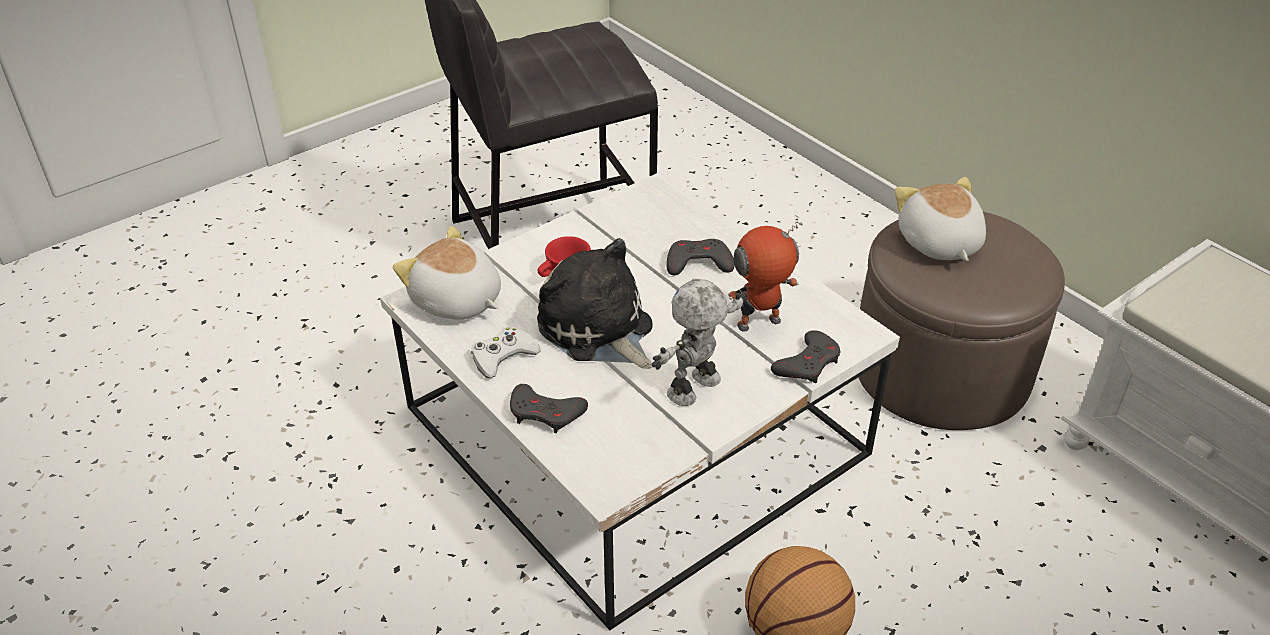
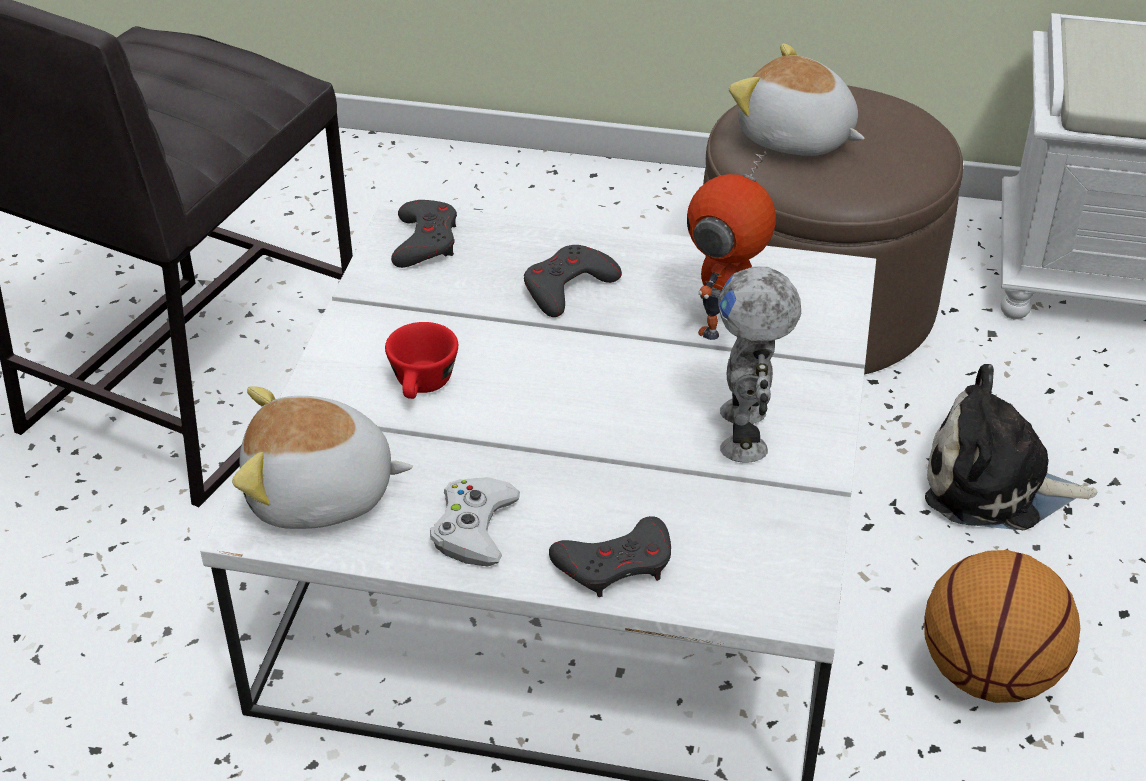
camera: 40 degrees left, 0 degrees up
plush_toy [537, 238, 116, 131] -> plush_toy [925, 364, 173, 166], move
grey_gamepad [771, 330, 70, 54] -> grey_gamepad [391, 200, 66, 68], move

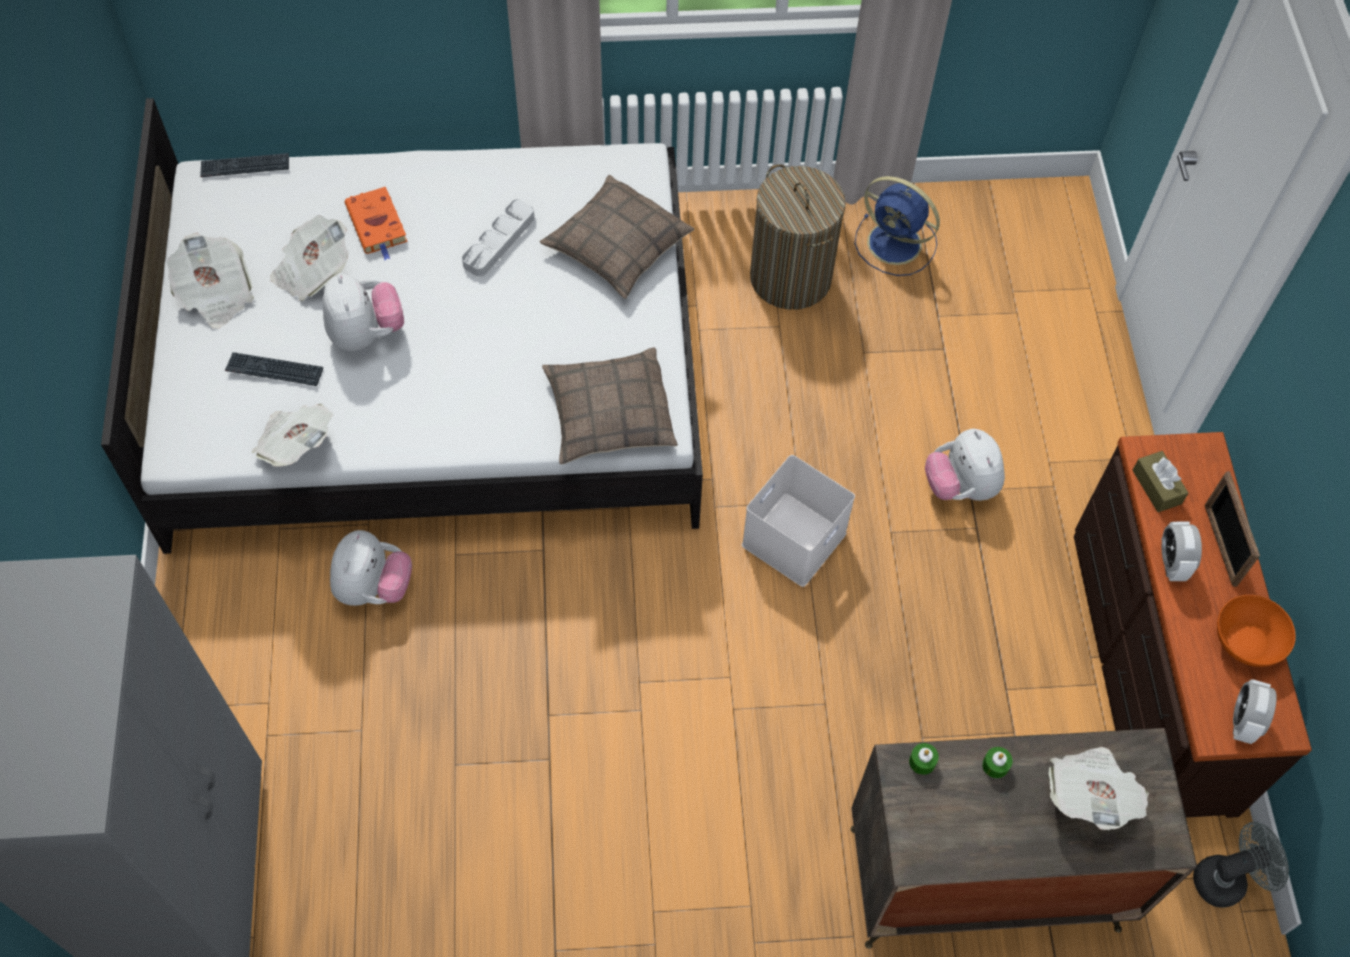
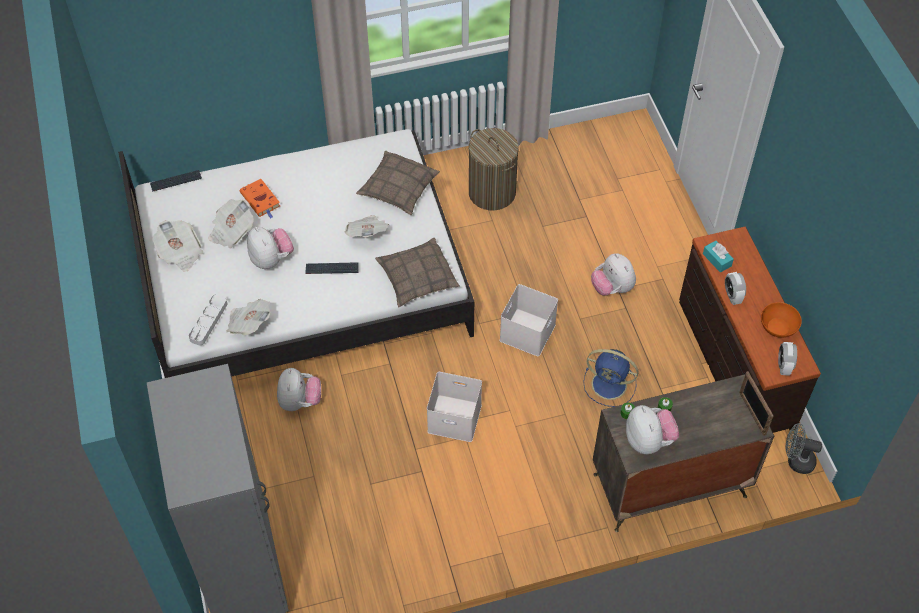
camera: 10 degrees left, 5 degrees down
none -> white_storage_container [427, 372, 55, 70]
none -> plush_toy [626, 405, 53, 49]
PC_keyboard [225, 352, 98, 34] -> PC_keyboard [305, 262, 54, 12], move
grey_serving_tray [462, 199, 72, 78] -> grey_serving_tray [189, 294, 39, 52], move
bluish_fan [854, 176, 86, 100] -> bluish_fan [583, 349, 56, 58], move
daily_paper [1049, 747, 100, 83] -> daily_paper [344, 215, 45, 23], move
standing_frame [1204, 471, 56, 116] -> standing_frame [739, 371, 34, 65], move
brown_box_of_tissues [1132, 451, 56, 61] -> turquoise-coloured_box_of_tissues [703, 241, 31, 32]
grey_fan [1193, 822, 96, 86] -> grey_fan [786, 423, 36, 51], 135 degrees counterclockwise

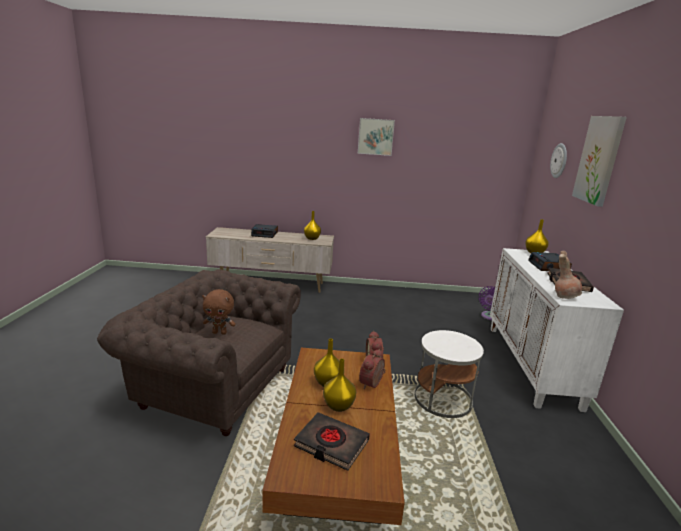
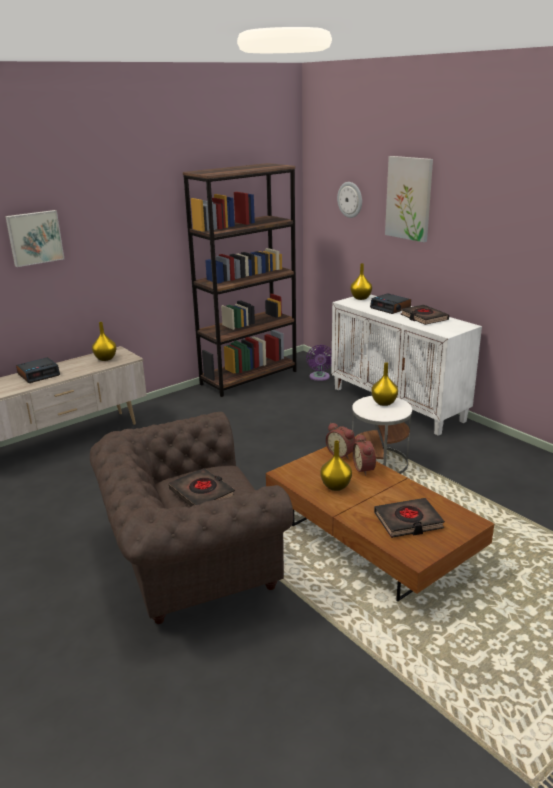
camera: 40 degrees left, 5 degrees up
brown_vase [555, 251, 27, 48] -> none
none -> brown_bookcase [183, 163, 114, 234]
yellow-coloured_vase [323, 359, 33, 53] -> yellow-coloured_vase [371, 363, 27, 43], move
wall_art [358, 118, 37, 38] -> wall_art [5, 210, 59, 57], move
brown_plush_toy [202, 289, 34, 46] -> black-coloured_book [169, 468, 66, 38]

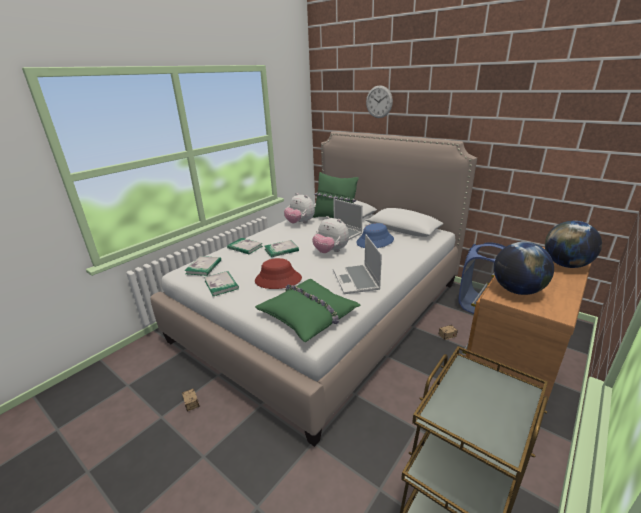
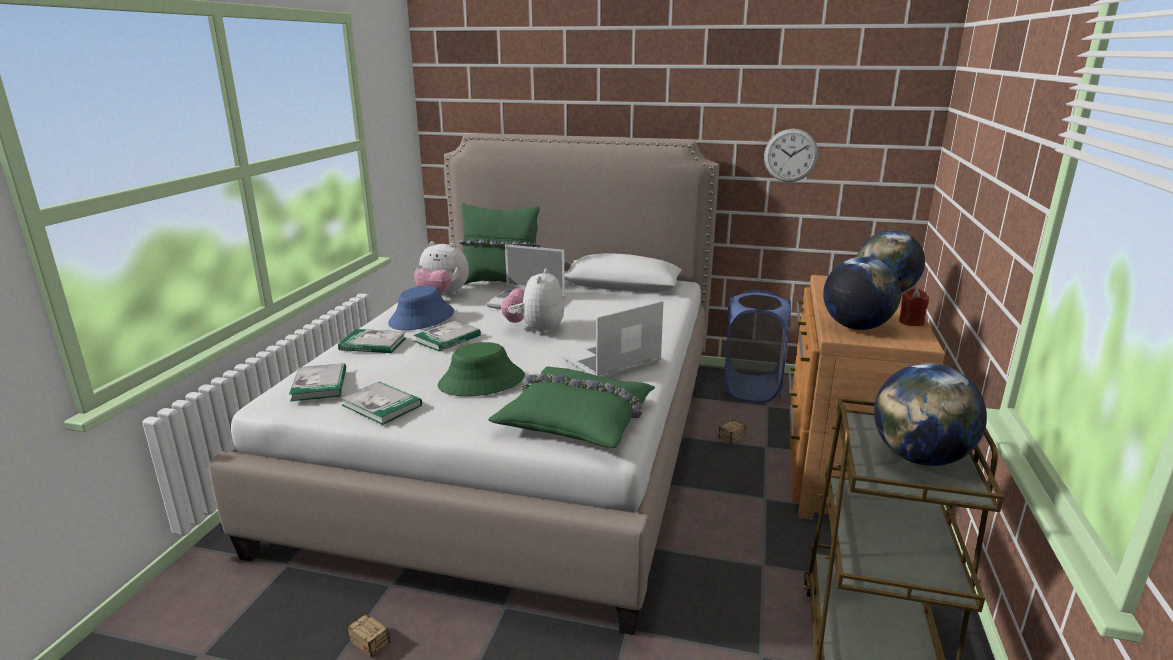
camera: 25 degrees left, 5 degrees down
none -> world_globe [874, 363, 113, 103]
none -> reddish_wax_light [899, 288, 30, 38]
bluish_clothing_hat [356, 223, 38, 25] -> bluish_clothing_hat [388, 286, 66, 44], move
wall_clock [366, 85, 27, 33] -> wall_clock [764, 129, 54, 53], move
reddish_clothing_hat [255, 258, 47, 31] -> green-coloured_clothing_hat [438, 342, 87, 54]
plush_toy [312, 216, 37, 37] -> plush_toy [501, 268, 63, 67], 90 degrees clockwise
laptop [333, 234, 49, 60] -> laptop [563, 300, 101, 78], 90 degrees clockwise

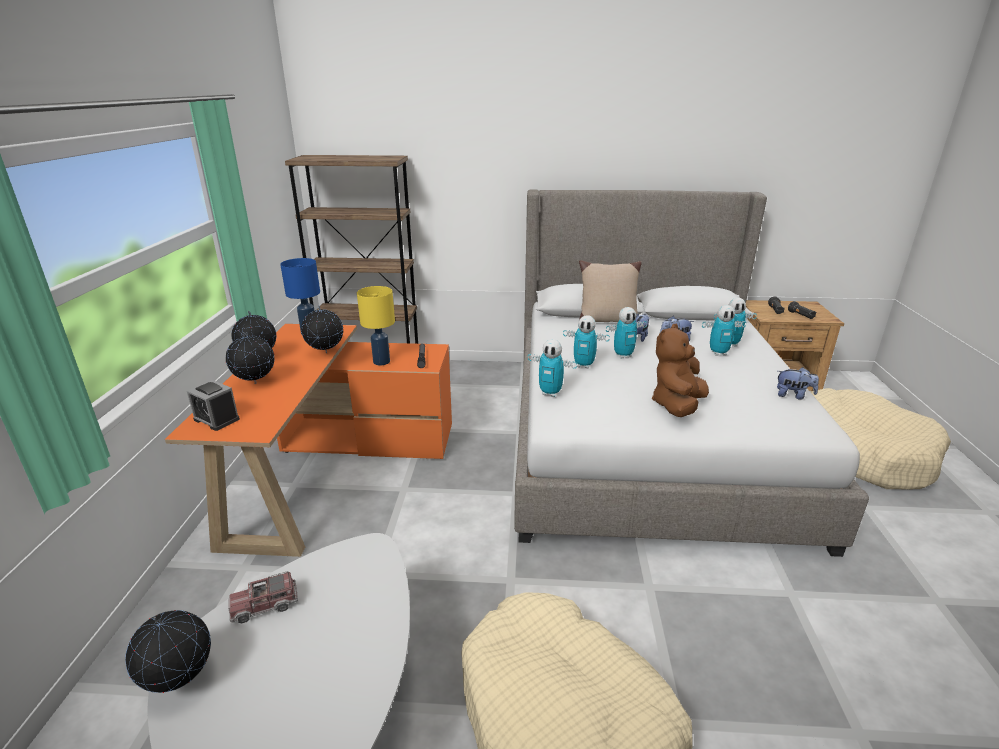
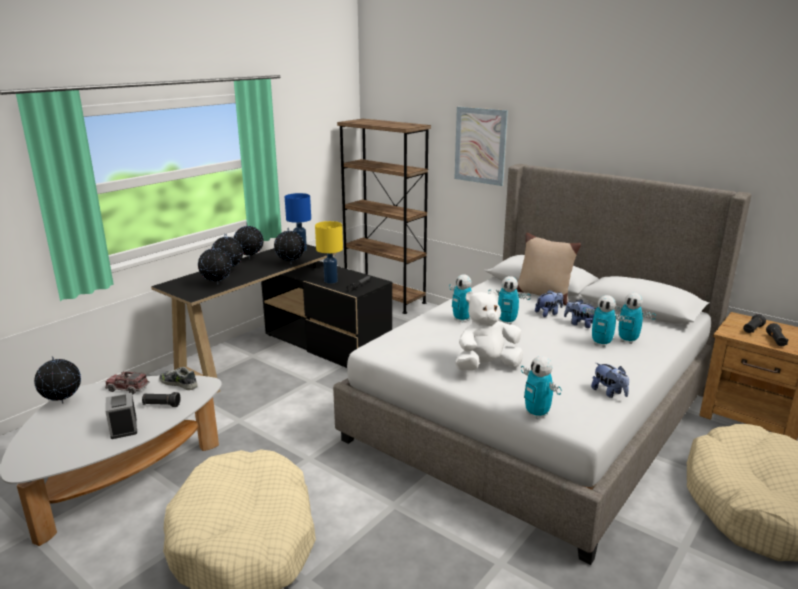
camera: 35 degrees right, 5 degrees down
none -> black-coloured_hand_torch [142, 392, 38, 15]
none -> shoe [159, 367, 39, 23]
none -> world_globe [198, 245, 34, 40]
none -> wall_art [454, 107, 54, 79]
alarm_clock [187, 380, 53, 51] -> alarm_clock [105, 393, 32, 46], move
model_robot [528, 339, 49, 58] -> model_robot [521, 356, 41, 63], move
orangey_desk_unit [165, 324, 287, 233] -> black-coloured_desk_unit [151, 245, 241, 148]
brown_plush_toy [652, 324, 57, 93] -> white_plush_toy [455, 290, 68, 80]

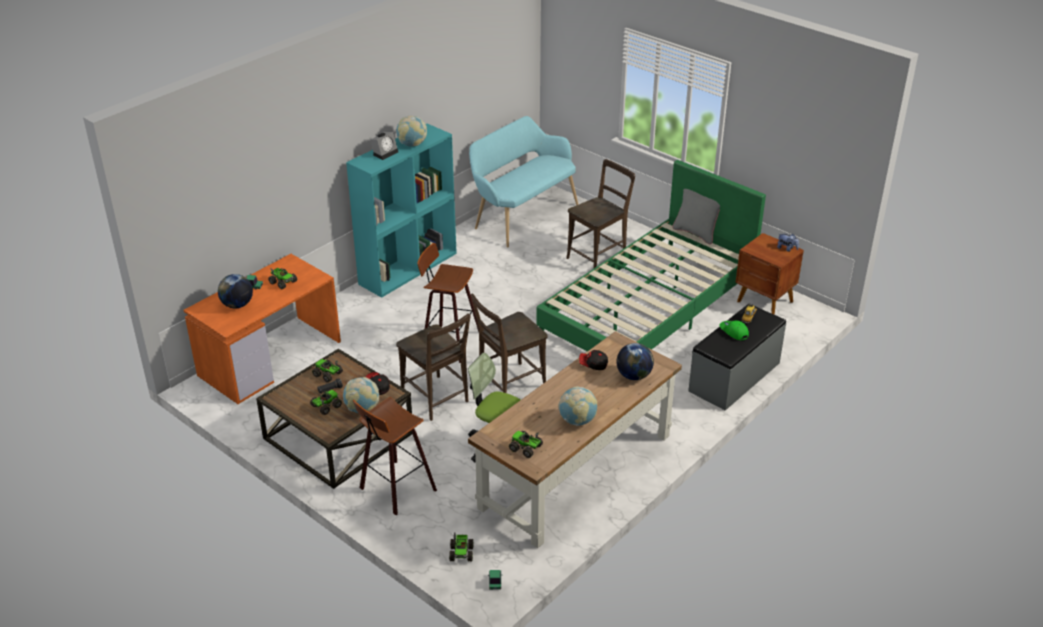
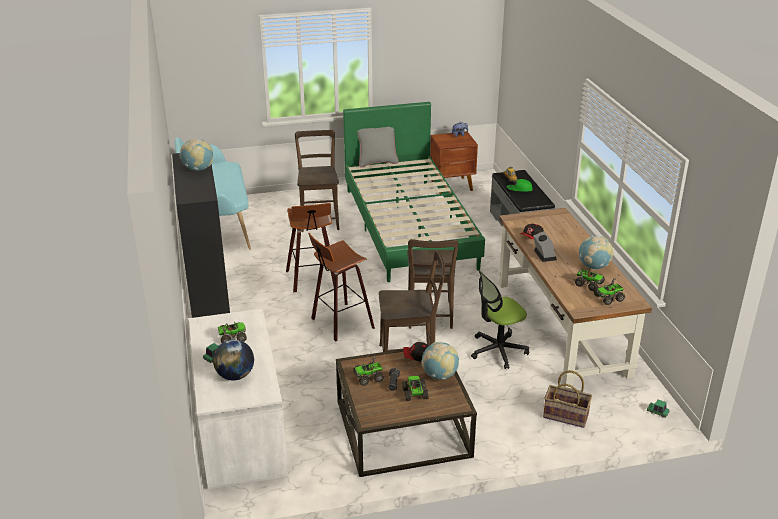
camera: 55 degrees left, 5 degrees down
world_globe [616, 343, 38, 37] -> none
none -> household_basket [543, 370, 49, 58]
stool_seat [353, 397, 84, 118] -> stool_seat [286, 203, 49, 89], move
alarm_clock [370, 132, 28, 28] -> alarm_clock [533, 231, 24, 31], move
model_truck [449, 532, 25, 30] -> model_truck [575, 269, 30, 22], move
orangey_desk_unit [184, 254, 157, 150] -> white_desk_unit [189, 309, 99, 181]
turquoise-coloured_bookcase [346, 124, 111, 174] -> black-coloured_bookcase [172, 153, 58, 165]

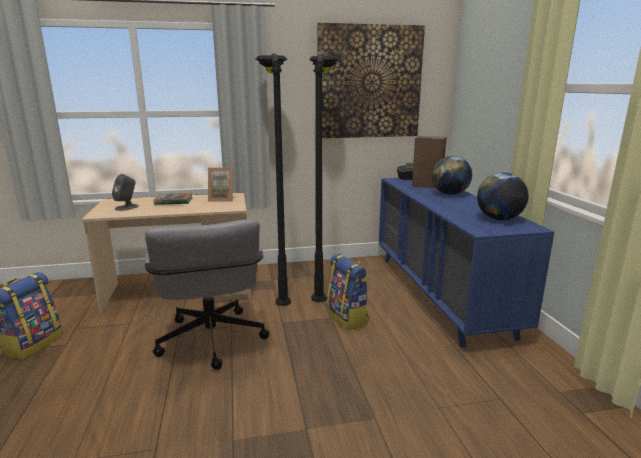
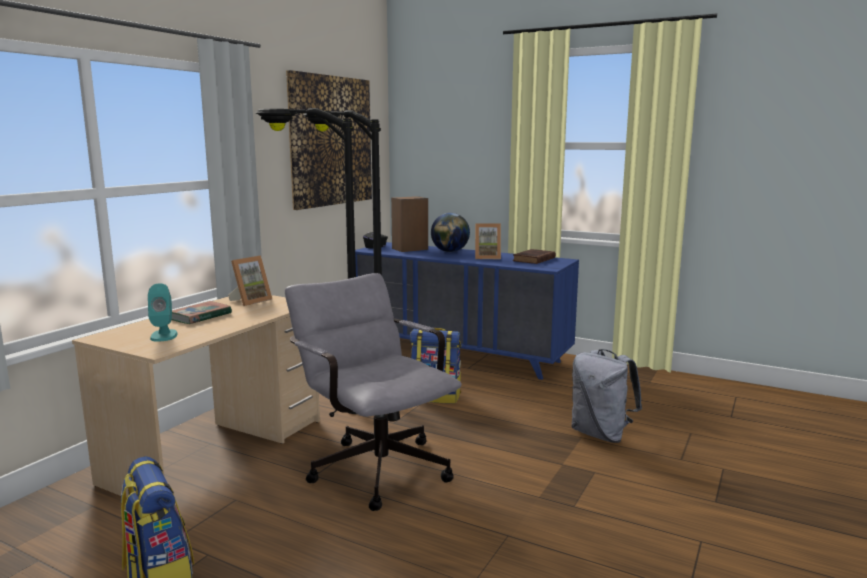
camera: 50 degrees left, 5 degrees down
none -> standing_frame [475, 223, 26, 36]
none -> grey_knapsack [571, 349, 71, 94]
world_globe [477, 172, 52, 48] -> brown_book [513, 249, 43, 15]
grey_audio_speaker [112, 174, 27, 37] -> turquoise-coloured_audio_speaker [148, 283, 30, 58]
grey_desk_chair [145, 220, 125, 150] -> grey_desk_chair [285, 273, 177, 238], 150 degrees counterclockwise

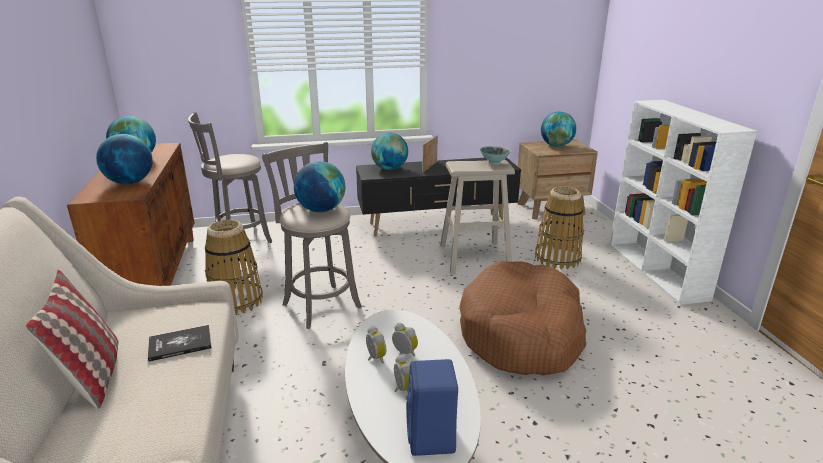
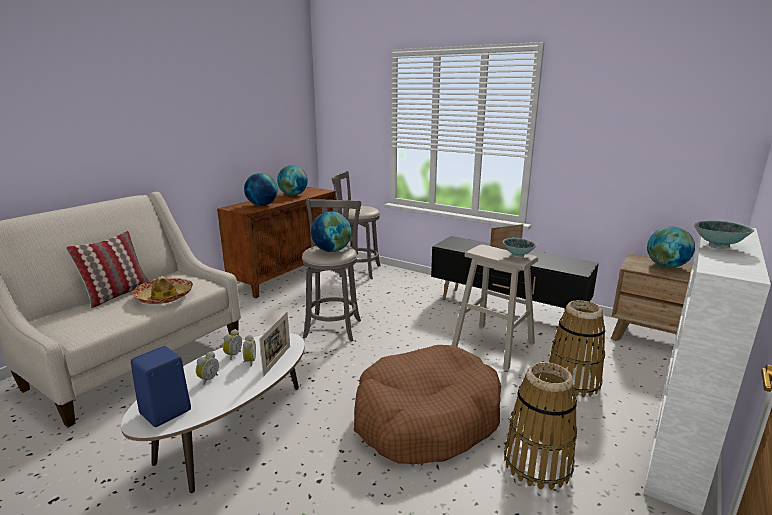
camera: 45 degrees right, 5 degrees down
world_globe [371, 133, 37, 37] -> none
none -> standing_frame [259, 312, 31, 65]
none -> deep_dish [693, 220, 61, 29]
household_basket [205, 220, 58, 95] -> household_basket [504, 362, 73, 128], move
book [148, 325, 64, 37] -> clothing_hat [132, 276, 61, 28]

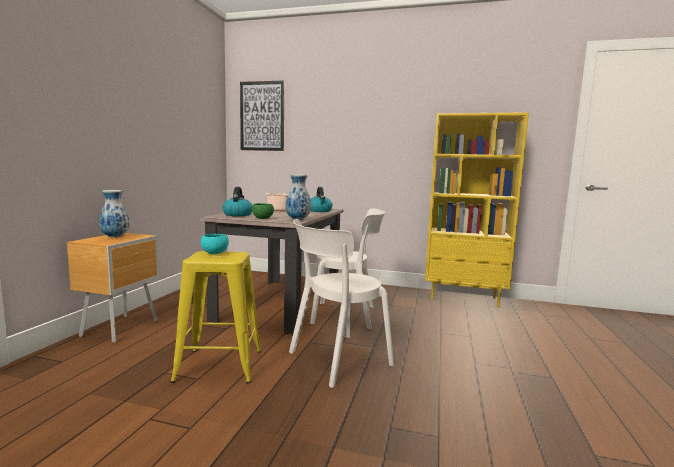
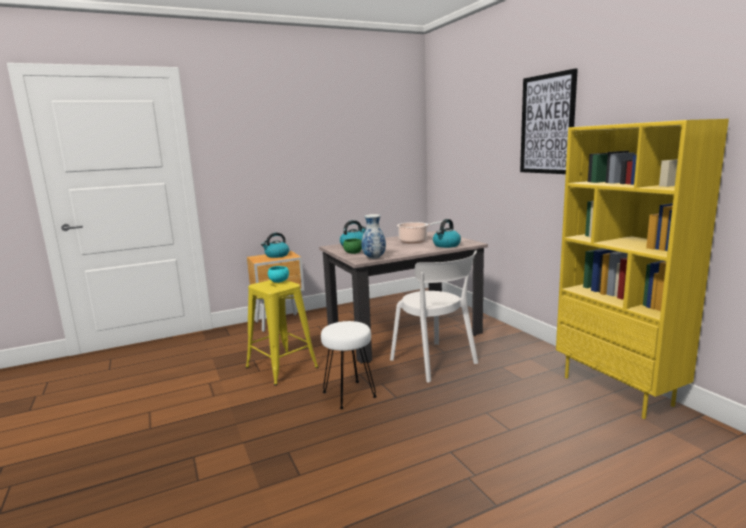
camera: 50 degrees right, 5 degrees up
wall_art [240, 80, 45, 71] -> wall_art [520, 68, 58, 106], move
vase [99, 190, 31, 48] -> tea_kettle [261, 233, 28, 25]
white_upright_chair [289, 219, 105, 169] -> white_stool_seat [321, 321, 56, 88]

